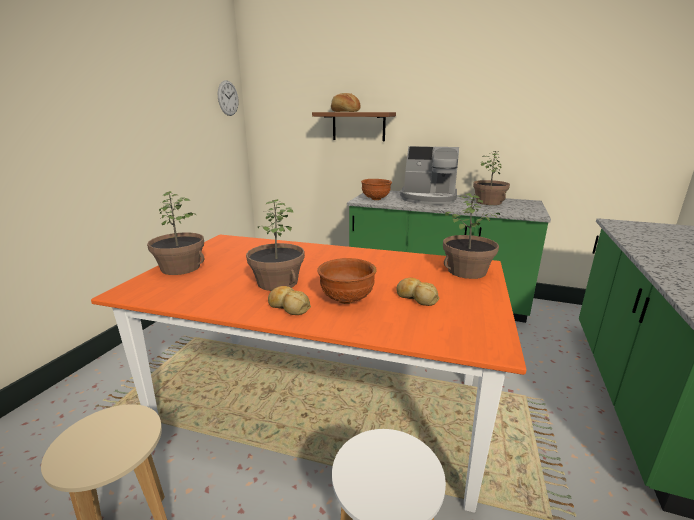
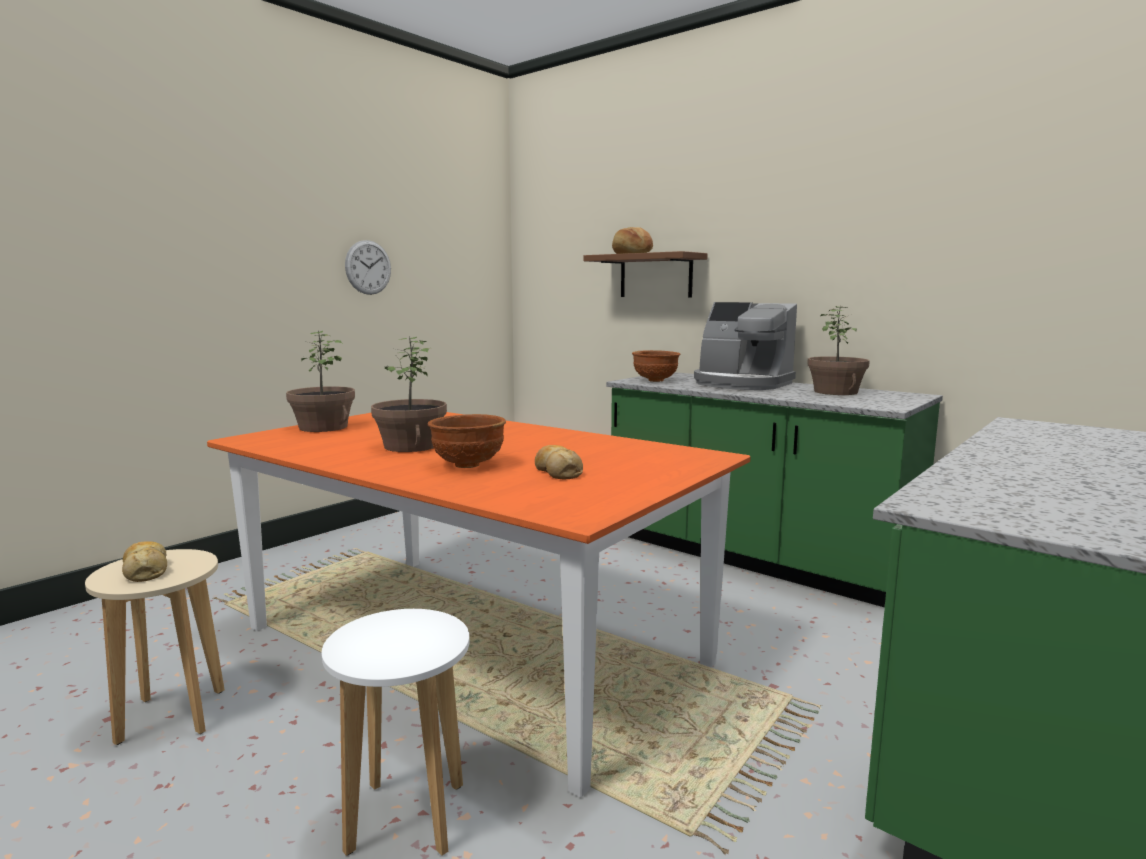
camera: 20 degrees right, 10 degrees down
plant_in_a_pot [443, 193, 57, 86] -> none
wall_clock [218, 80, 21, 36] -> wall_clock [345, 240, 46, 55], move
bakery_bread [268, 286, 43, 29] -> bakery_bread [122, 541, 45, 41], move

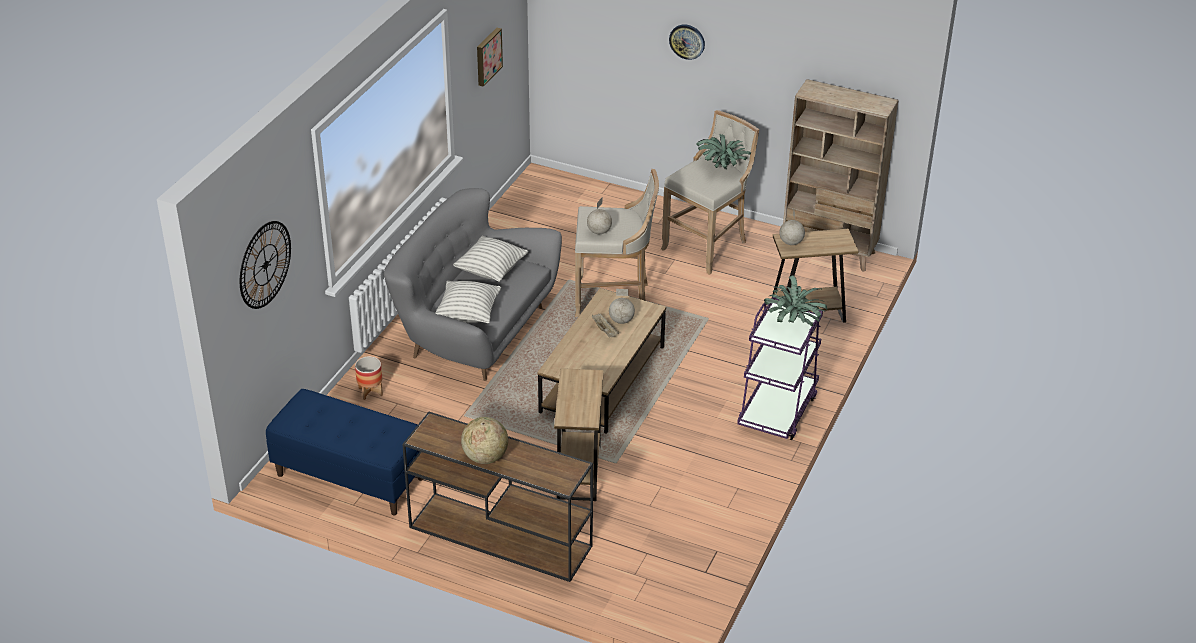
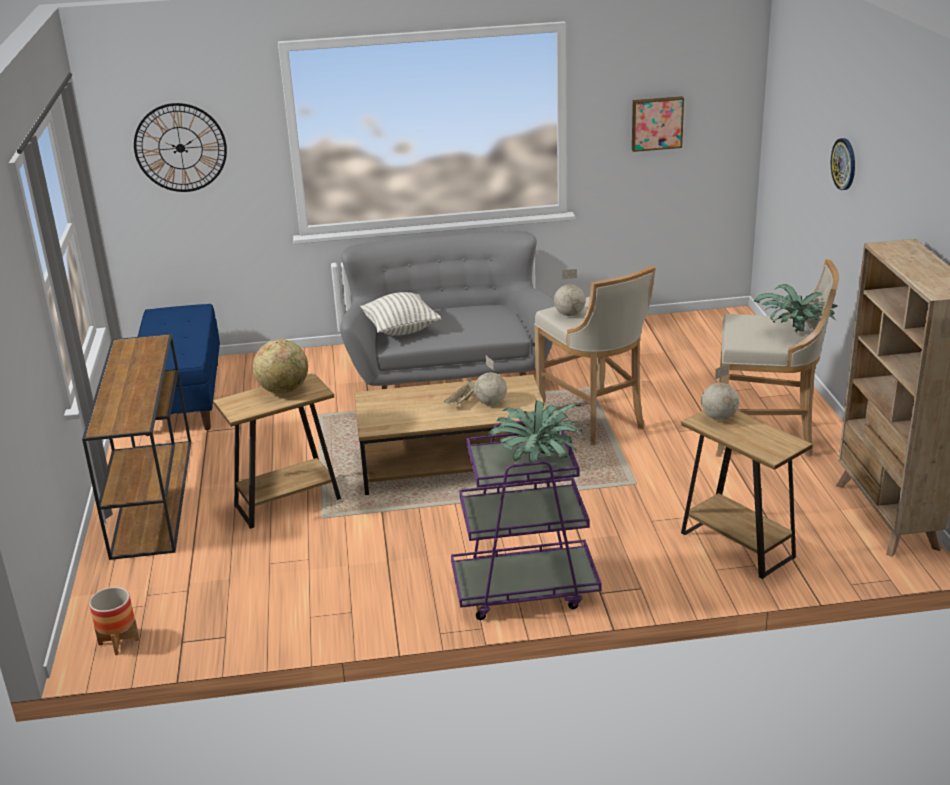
camera: 60 degrees right, 10 degrees down
cushion [453, 236, 75, 46] -> none
plant_pot [355, 356, 28, 44] -> plant_pot [89, 587, 51, 68], move
world_globe [461, 417, 47, 47] -> world_globe [253, 339, 55, 55], move

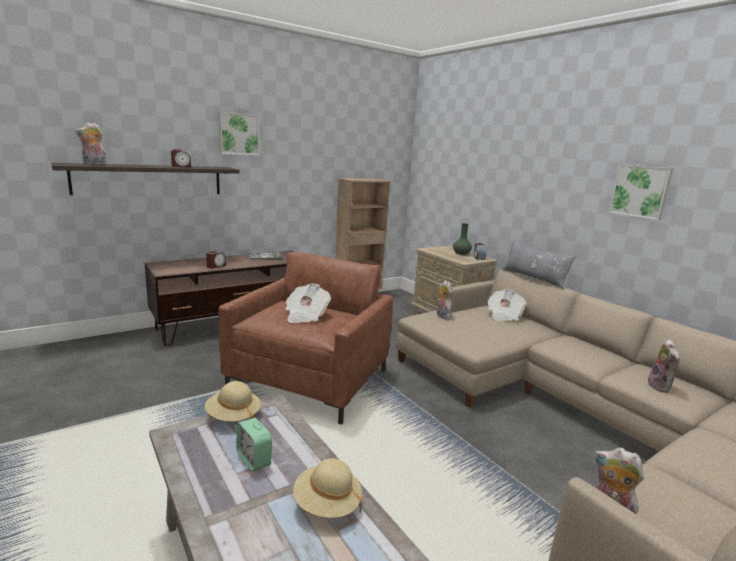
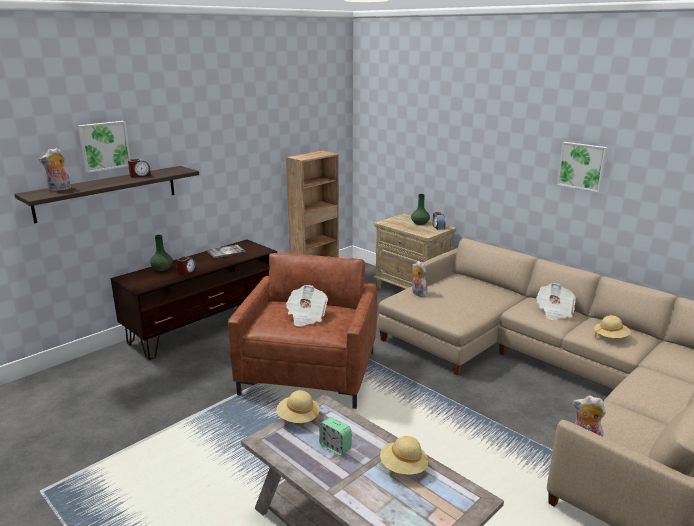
camera: 10 degrees left, 5 degrees up
grey_cushion [502, 240, 74, 49] -> none
none -> green-coloured_vase [150, 235, 23, 36]
wall_art [219, 112, 40, 43] -> wall_art [78, 121, 52, 52], move
daily_paper [487, 289, 40, 32] -> daily_paper [536, 283, 40, 37], move
plush_toy [648, 339, 32, 54] -> beige-coloured_clothing_hat [594, 315, 37, 23]

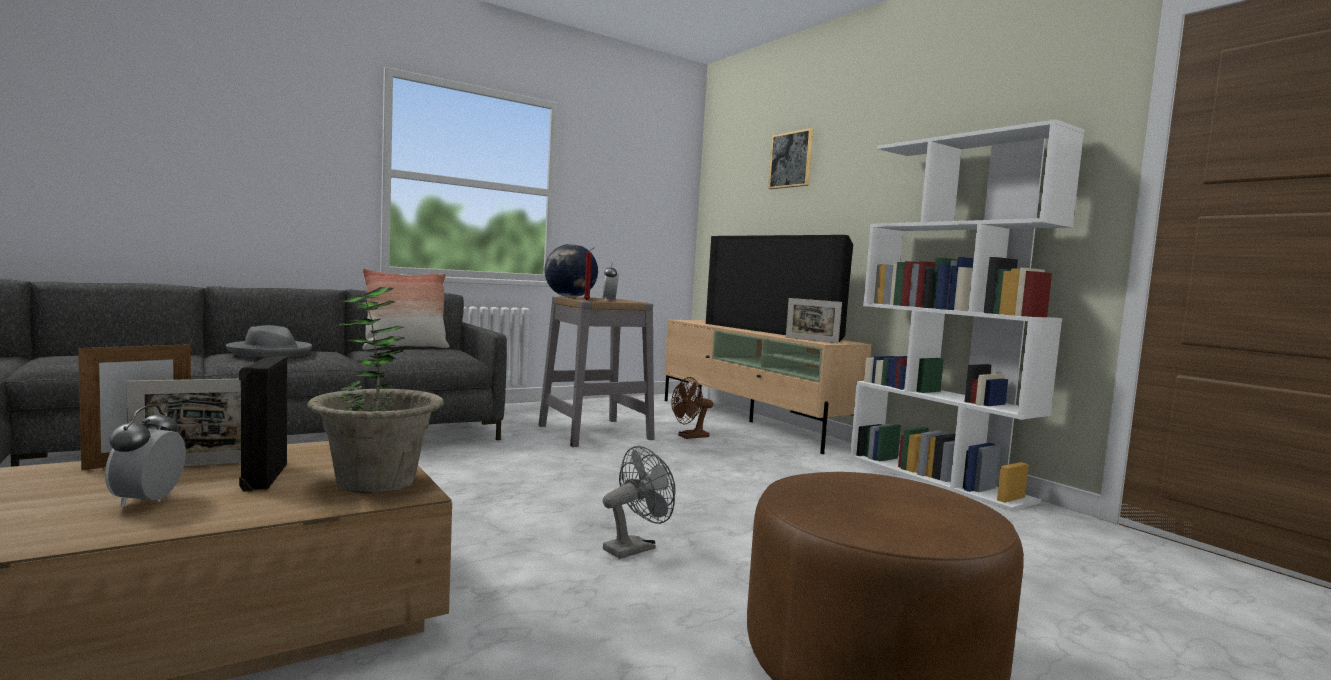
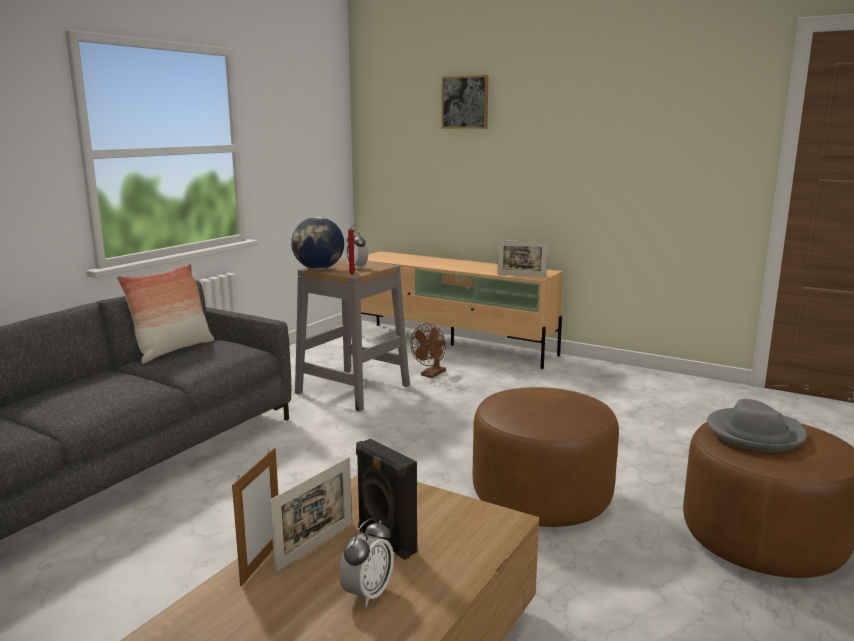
camera: 25 degrees left, 10 degrees up
plant_in_a_pot [307, 287, 137, 206] -> none
television [706, 235, 147, 107] -> none
white_bookcase [850, 119, 234, 392] -> none
grey_clothing_hat [226, 325, 87, 32] -> grey_clothing_hat [707, 399, 100, 53], move
grey_fan [603, 446, 72, 113] -> brown_footrest [472, 387, 147, 140]
alarm_clock [105, 405, 81, 103] -> alarm_clock [339, 518, 55, 89], 120 degrees counterclockwise

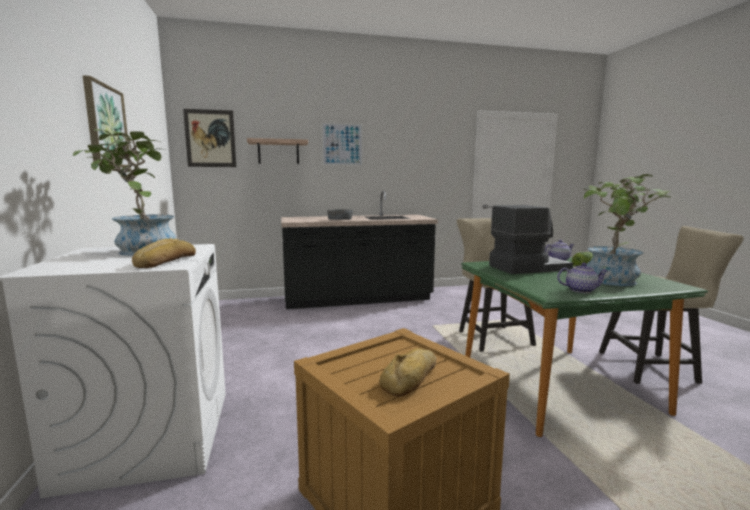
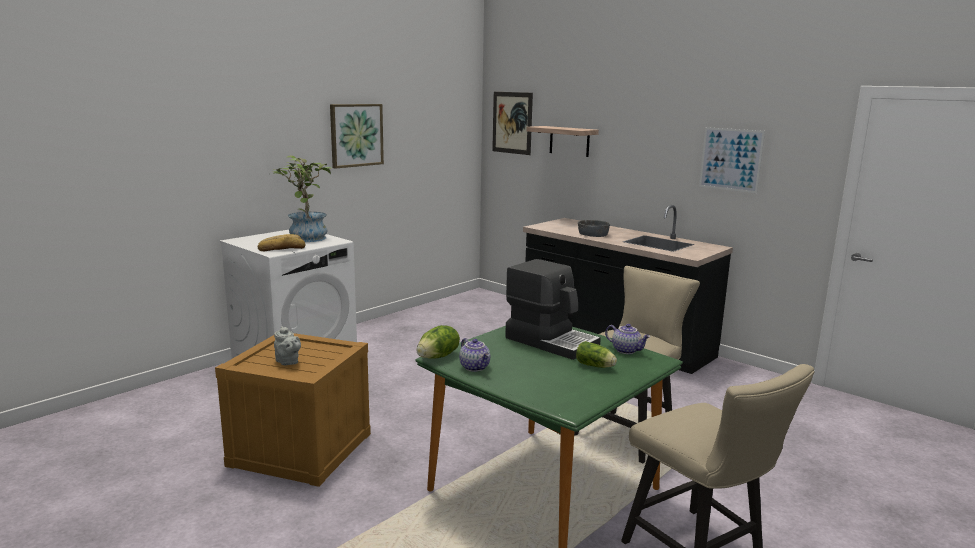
camera: 55 degrees right, 5 degrees up
plant_in_a_pot [583, 174, 96, 112] -> none
none -> head_of_lettuce [417, 325, 43, 34]
wall_art [321, 122, 42, 44] -> wall_art [699, 127, 66, 66], move
bakery_bread [379, 348, 57, 49] -> grey_pot_for_tea [274, 326, 27, 39]

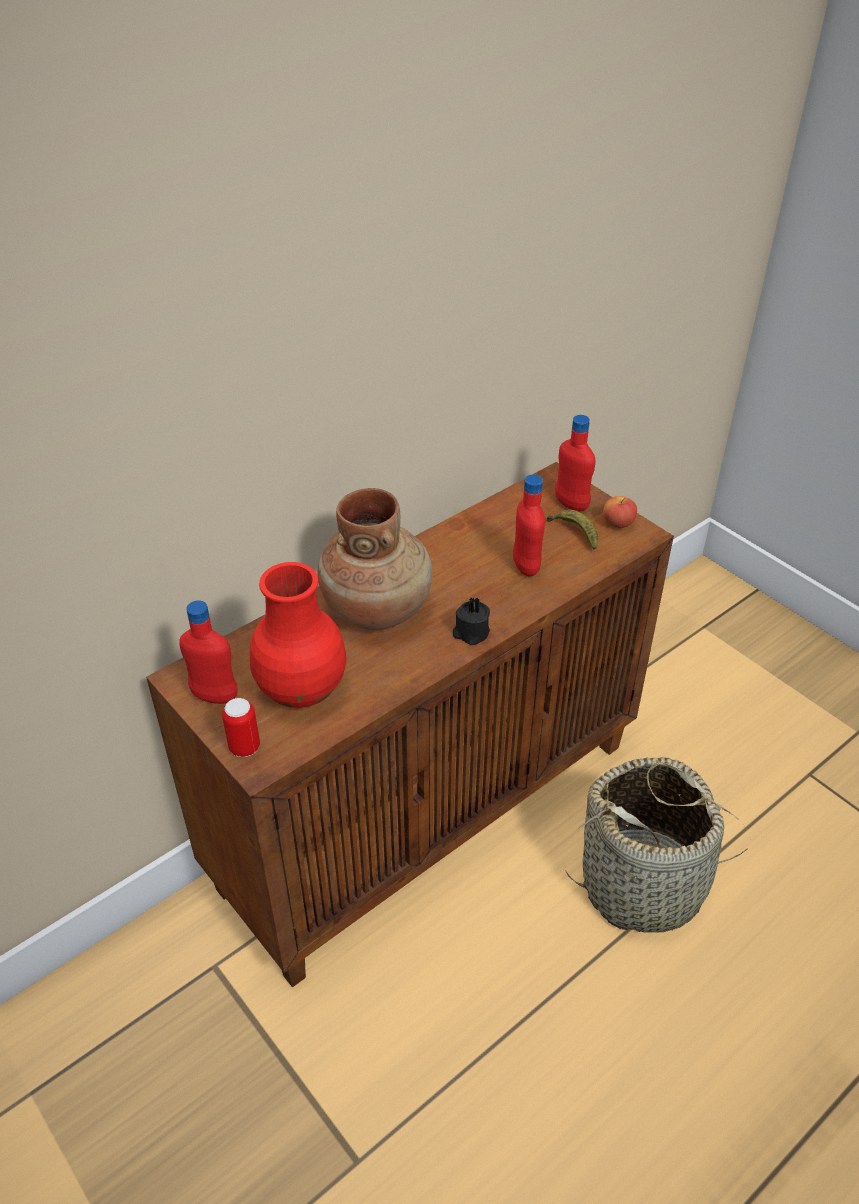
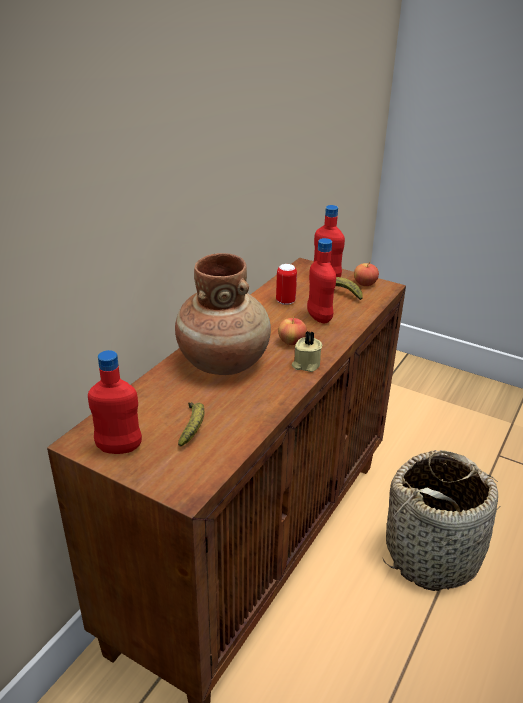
camera: 20 degrees left, 10 degrees down
none -> apple_fruit [278, 316, 29, 29]
sealed_can [222, 698, 38, 59] -> sealed_can [276, 264, 21, 41], move
reddish_vase [249, 562, 98, 146] -> banana [178, 402, 26, 45]
black-coloured_wax_light [453, 597, 37, 48] -> beige-coloured_wax_light [292, 331, 30, 41]

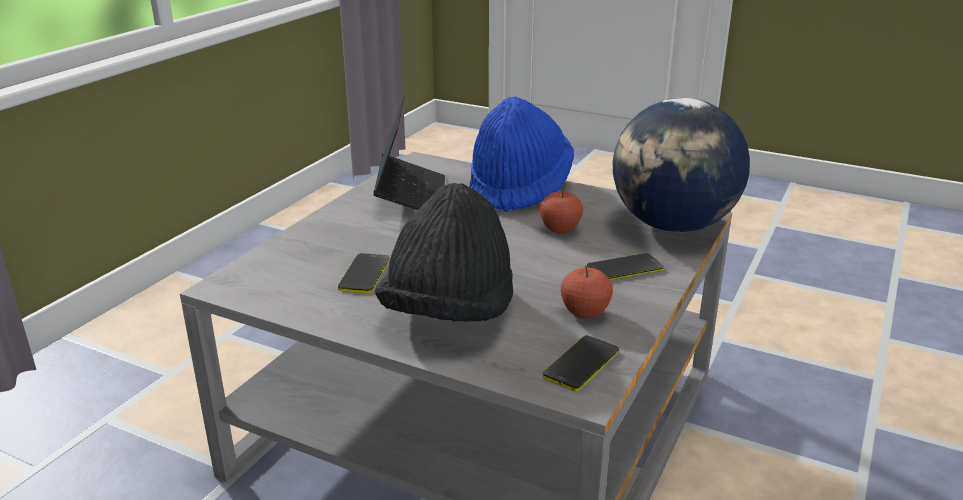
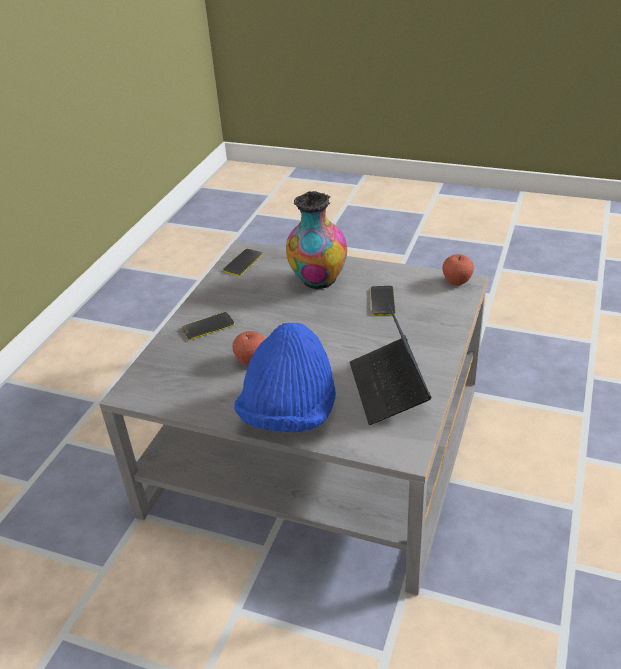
camera: 175 degrees right, 10 degrees up
world_globe [613, 98, 137, 134] -> none
apple_fruit [561, 266, 52, 53] -> apple_fruit [443, 254, 31, 31], move
black-coloured_clothing_hat [375, 183, 138, 139] -> vase [286, 191, 61, 99]

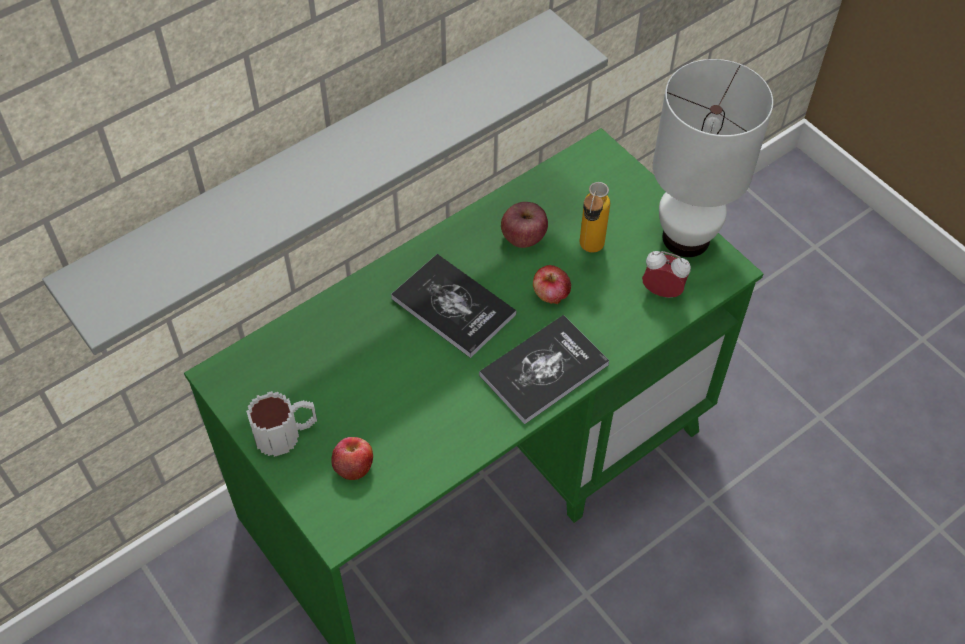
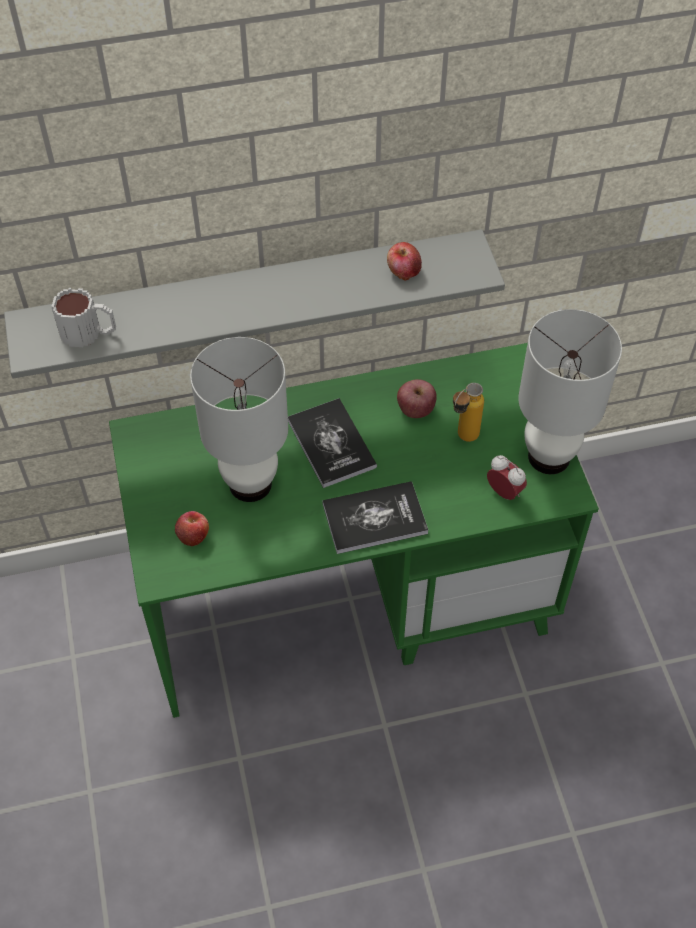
camera: 25 degrees right, 0 degrees up
none -> white_lamp_for_a_table [190, 337, 98, 165]
coffee_mug [246, 391, 71, 66] -> coffee_mug [51, 288, 65, 59], move
apple_fruit [533, 265, 38, 39] -> apple_fruit [387, 242, 35, 39], move

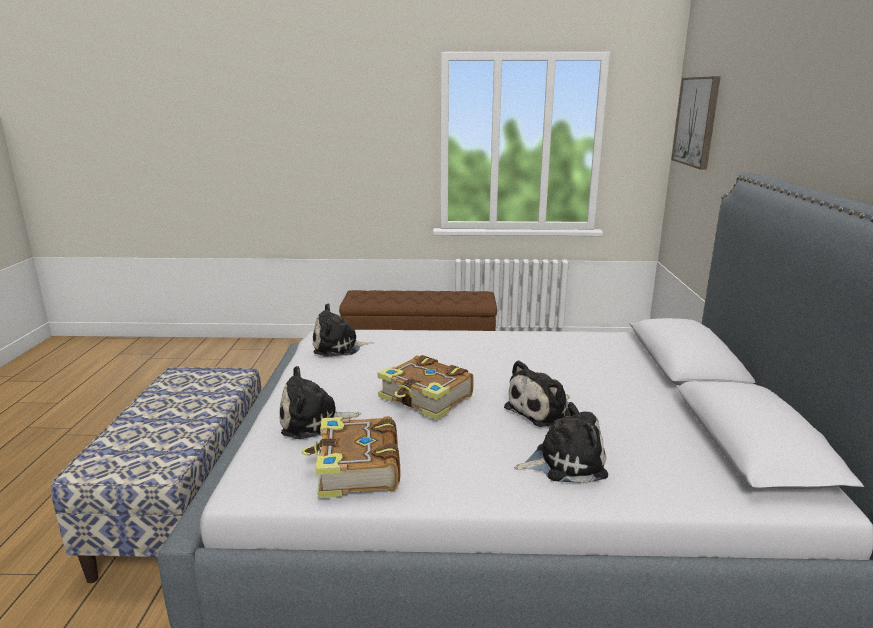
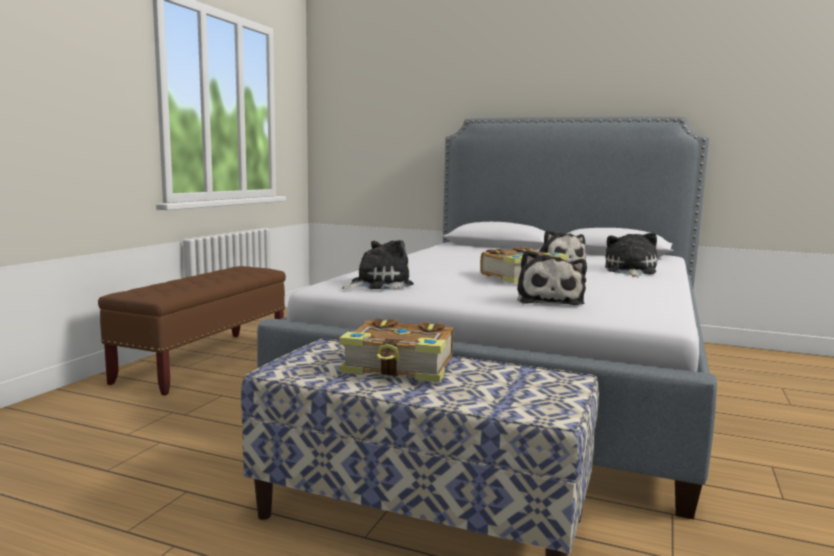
camera: 70 degrees left, 10 degrees down
wall_art [671, 76, 50, 94] -> none
book [302, 416, 99, 82] -> book [339, 318, 114, 64], move
plush_toy [313, 304, 61, 53] -> plush_toy [341, 240, 73, 49], 135 degrees counterclockwise

